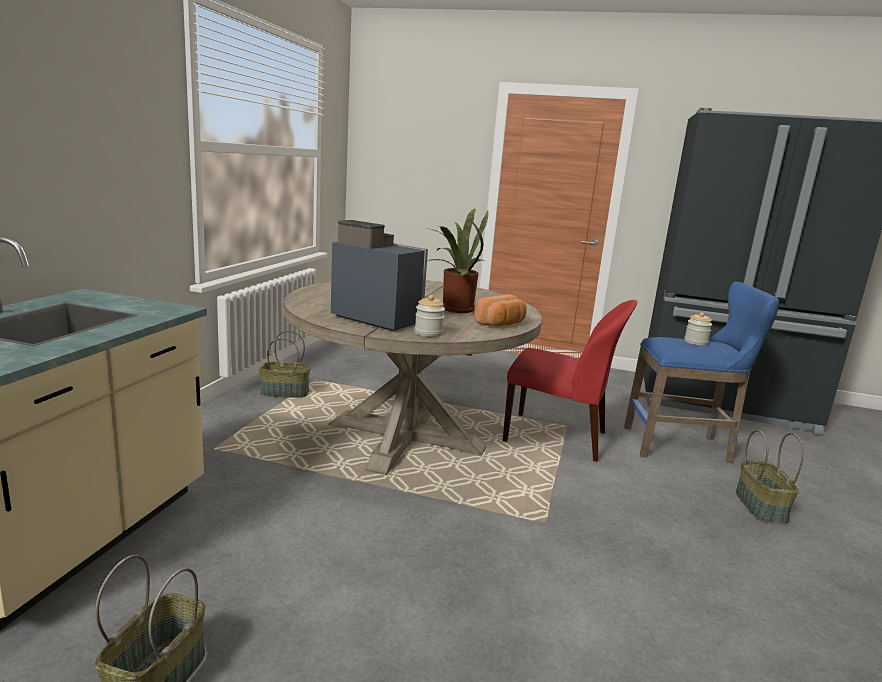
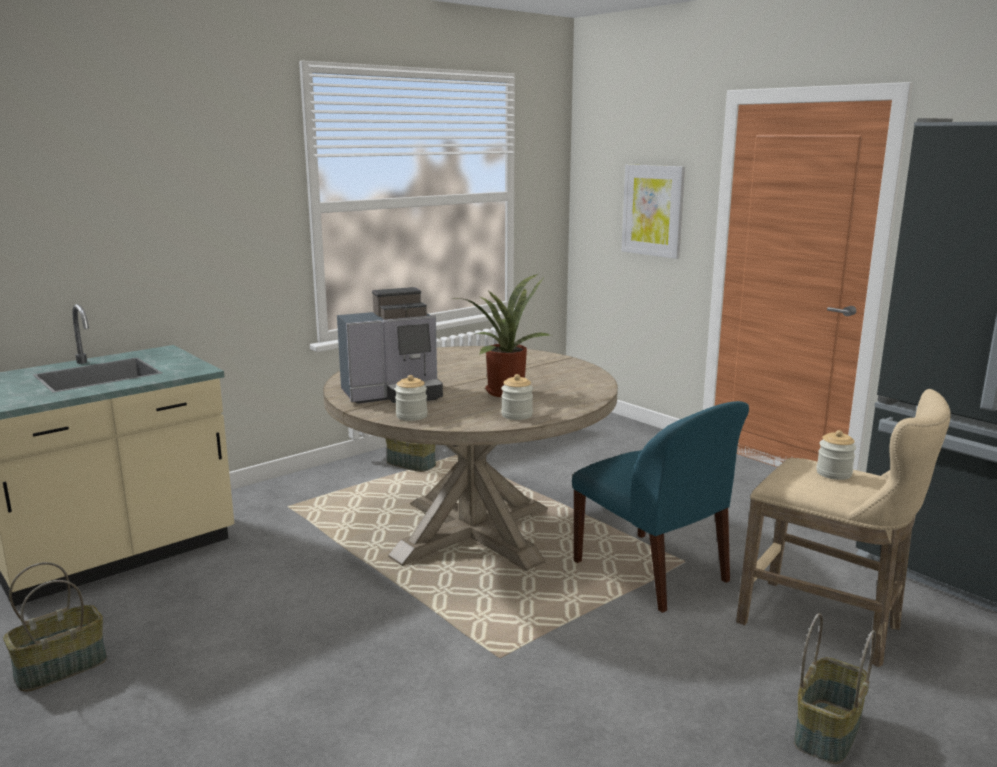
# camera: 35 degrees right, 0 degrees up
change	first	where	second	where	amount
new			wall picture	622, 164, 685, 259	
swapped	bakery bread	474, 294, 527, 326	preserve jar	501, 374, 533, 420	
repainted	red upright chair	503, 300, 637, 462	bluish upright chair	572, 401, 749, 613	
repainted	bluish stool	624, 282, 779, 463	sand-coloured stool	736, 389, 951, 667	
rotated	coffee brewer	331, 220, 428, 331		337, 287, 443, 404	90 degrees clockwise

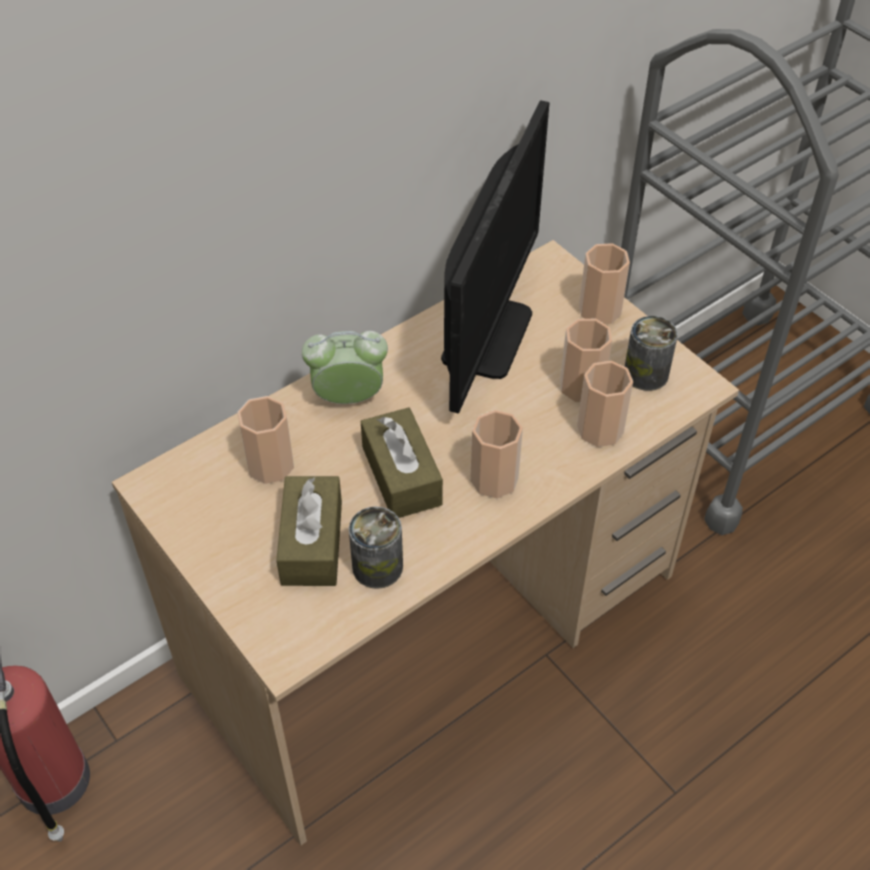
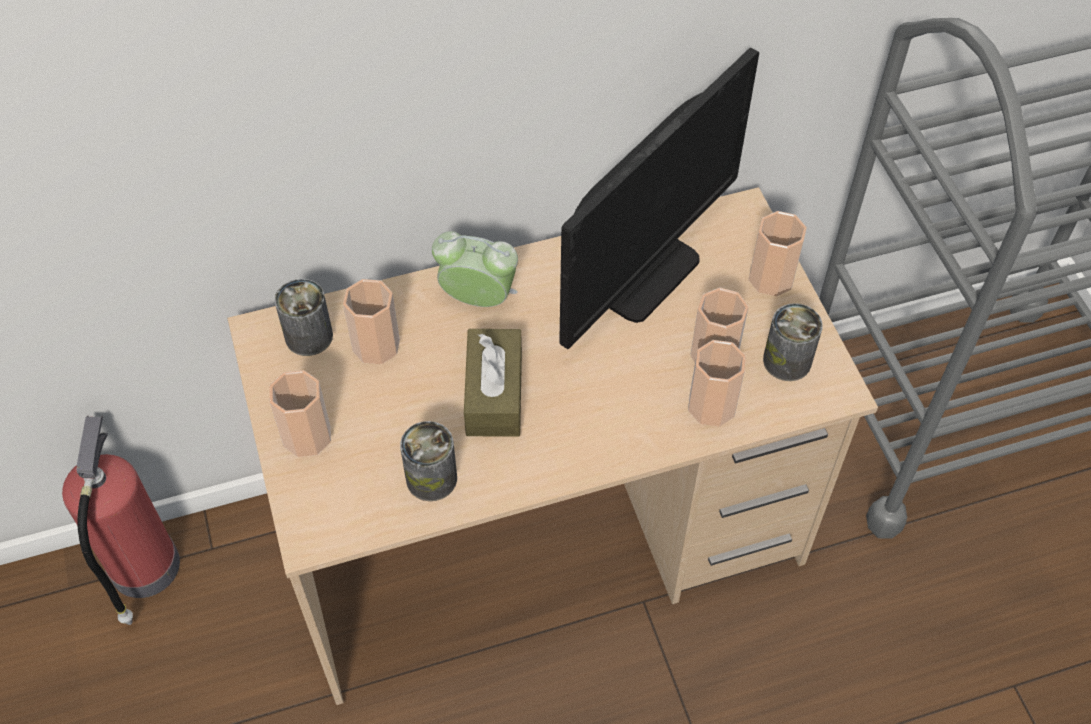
# camera: 20 degrees right, 5 degrees up
change	first	where	second	where	amount
gone	brown-coloured tissue holder	276, 476, 342, 586			
new			sealed can	275, 279, 333, 356	
shifted	drinking cup	470, 410, 523, 498		269, 370, 331, 457	

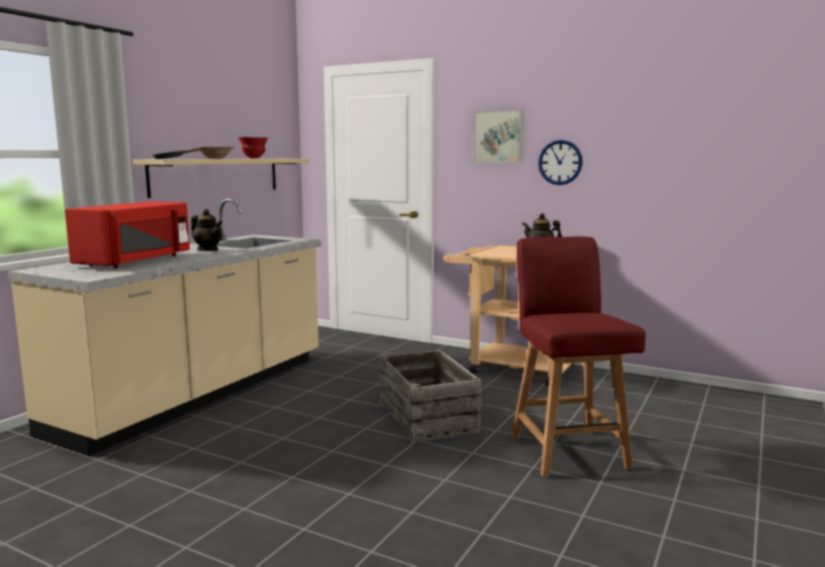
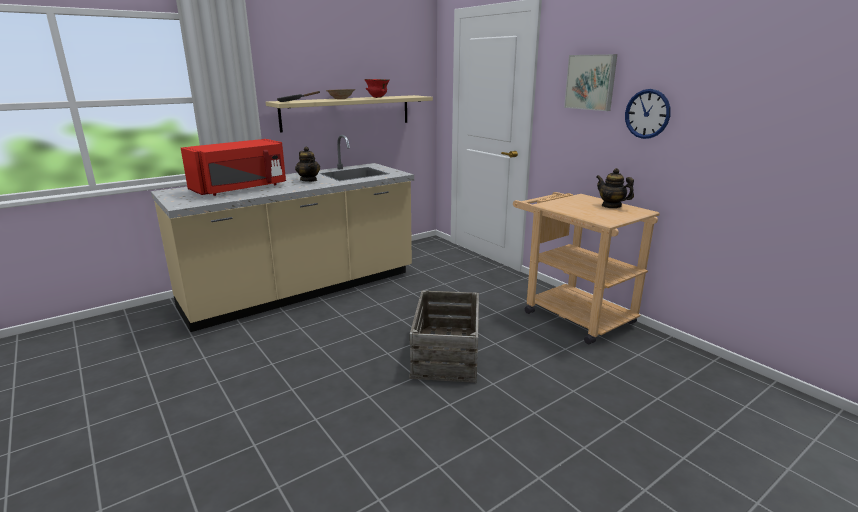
# camera: 25 degrees right, 10 degrees up
change	first	where	second	where	amount
gone	red upright chair	511, 236, 646, 477			

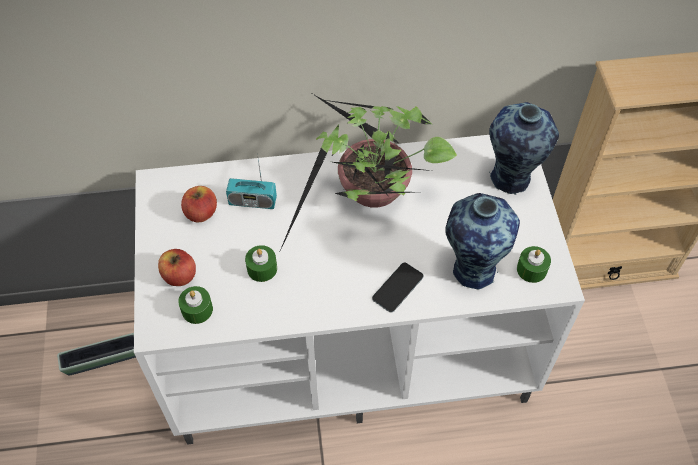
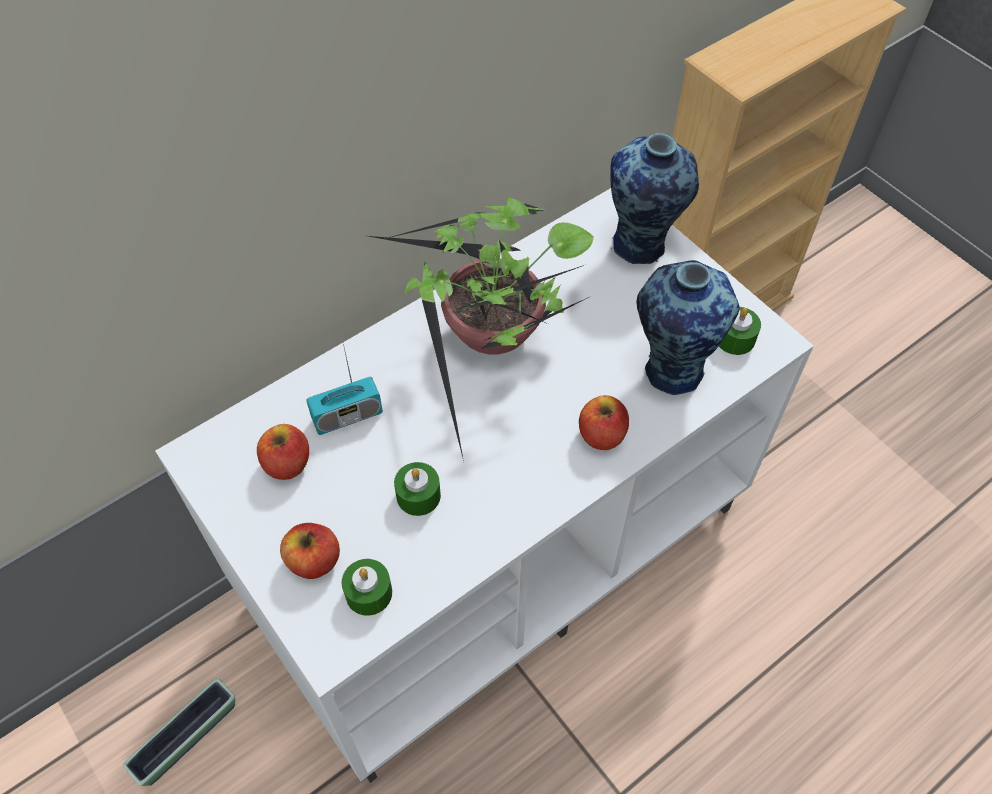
# camera: 30 degrees left, 0 degrees up
change	first	where	second	where	amount
swapped	handset	372, 263, 423, 313	whole apple	579, 395, 629, 450	

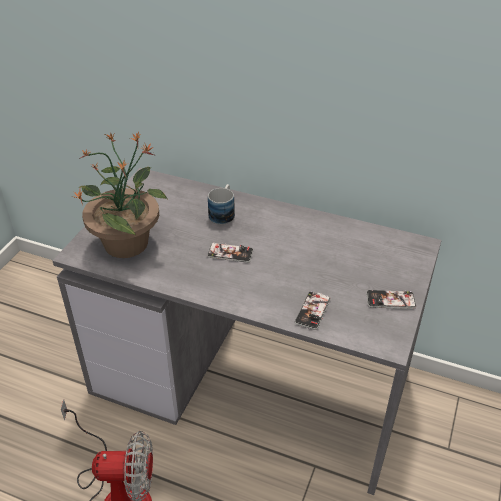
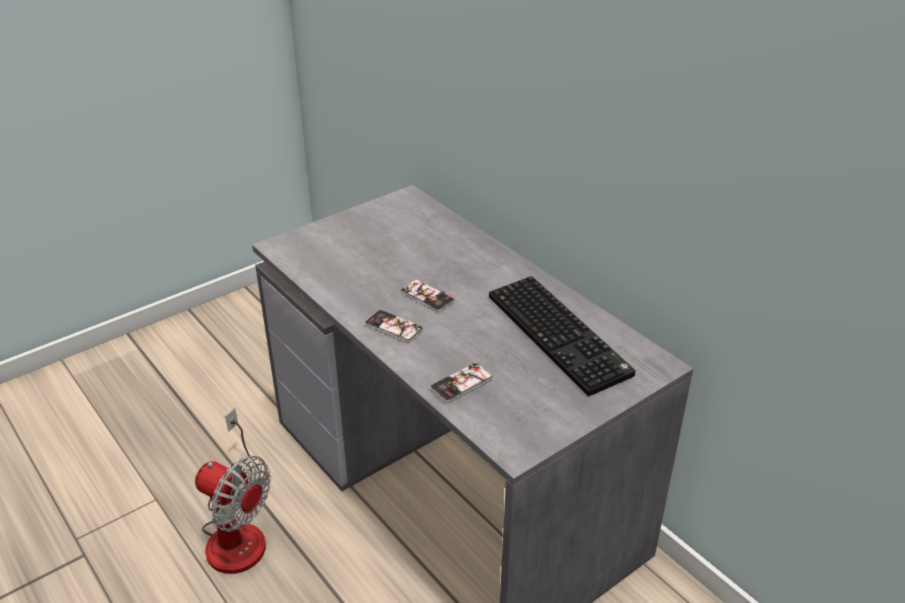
# camera: 30 degrees right, 5 degrees down
change	first	where	second	where	amount
gone	houseplant	72, 132, 167, 258			
gone	tea mug	208, 184, 235, 225			
new			keyboard	489, 276, 636, 396	
shifted	handset	366, 290, 416, 309		365, 310, 424, 343	

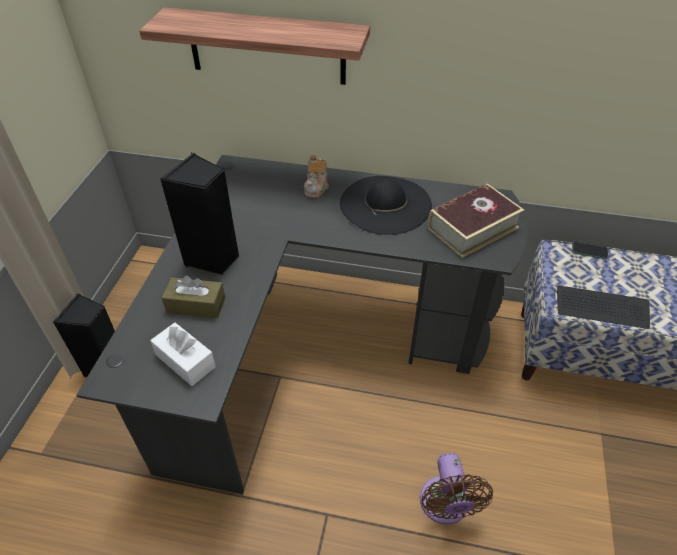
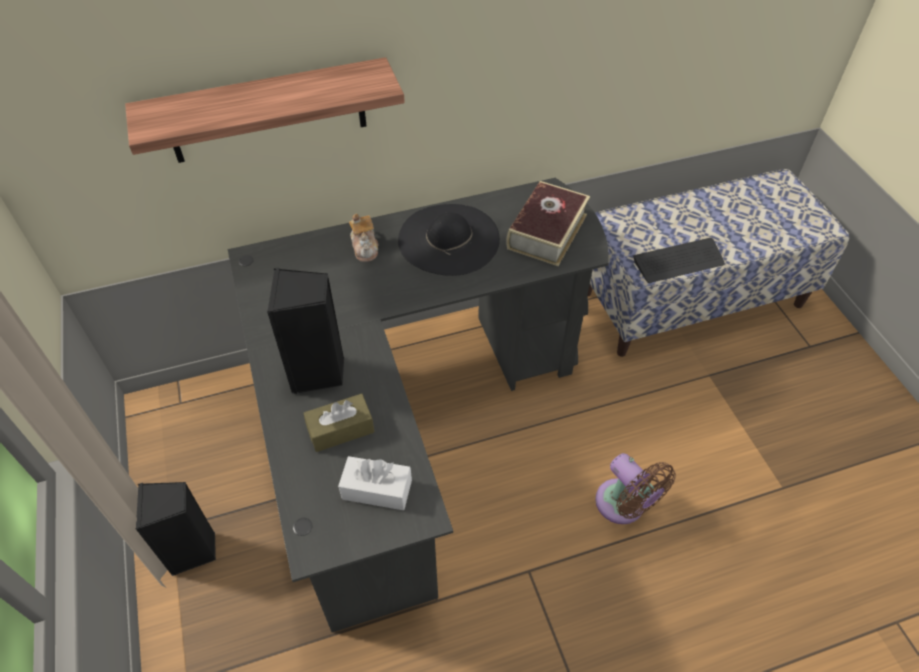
# camera: 30 degrees left, 5 degrees up
change	first	where	second	where	amount
gone	handset	572, 242, 608, 259			

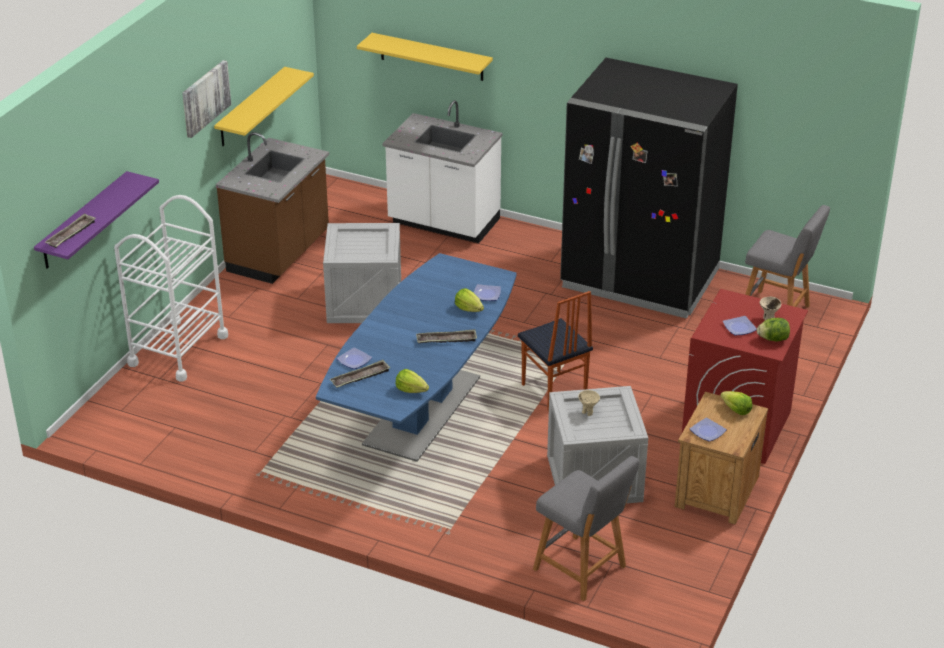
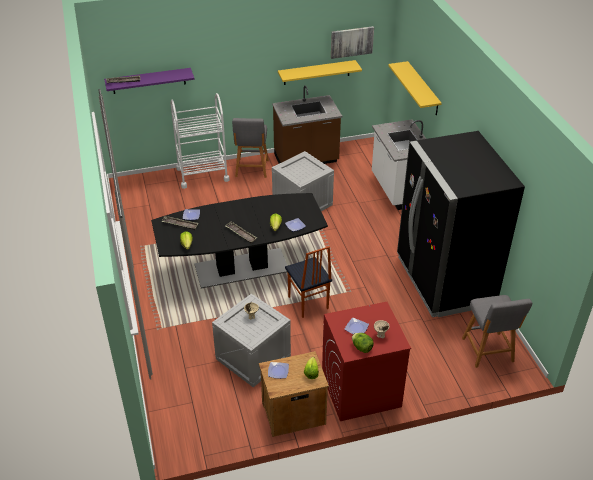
# camera: 50 degrees right, 5 degrees up
change	first	where	second	where	amount
shifted	wall picture	182, 60, 231, 138		331, 26, 374, 59	
shifted	grey stool	533, 456, 640, 601		232, 118, 269, 178	
repainted	bluish dining table	316, 253, 517, 462	black dining table	151, 193, 328, 288	
rotated	upright chair	518, 291, 593, 411		285, 246, 332, 318	45 degrees counterclockwise

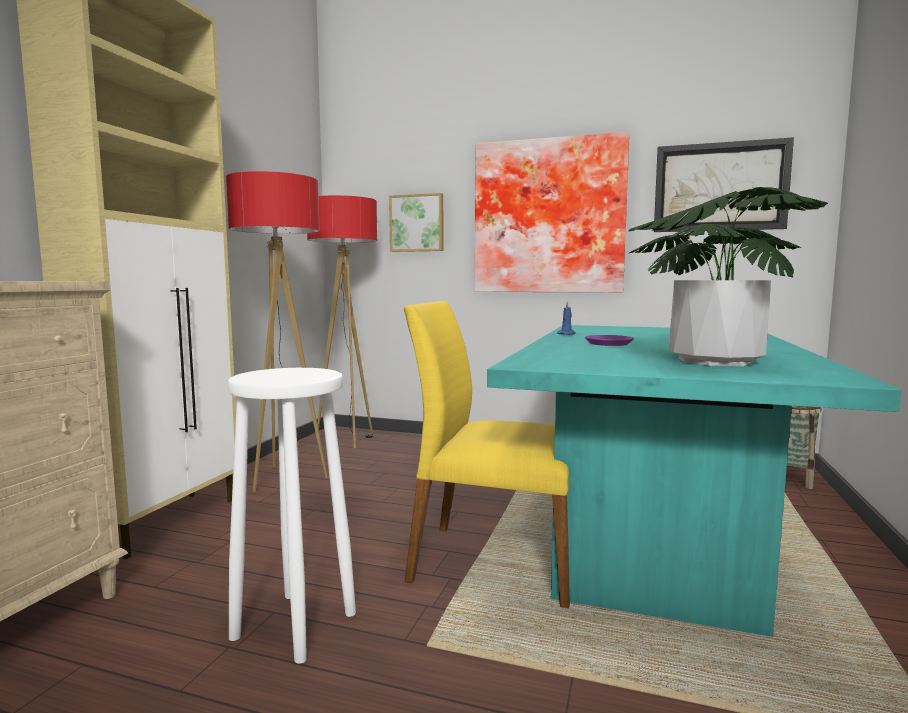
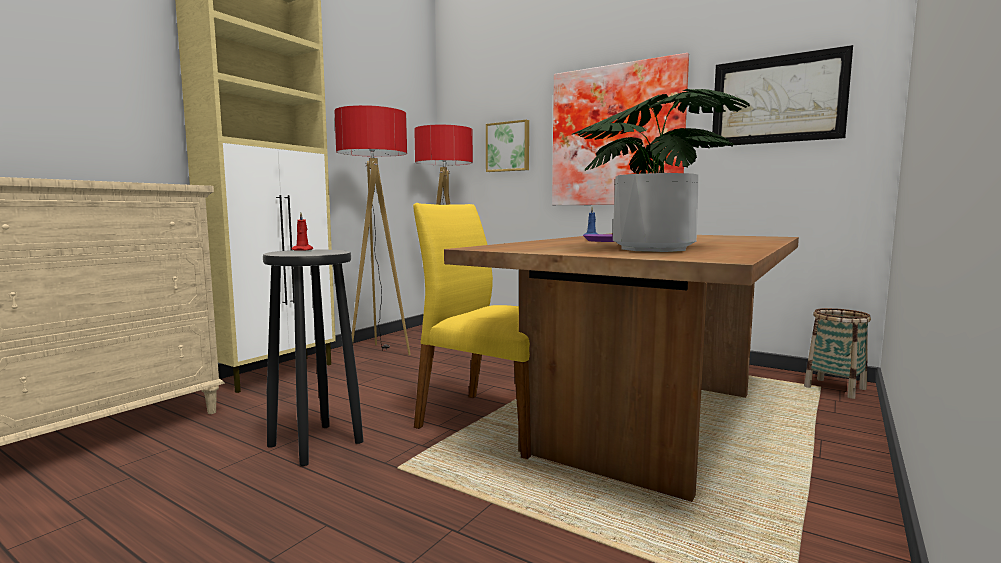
# camera: 15 degrees right, 0 degrees up
change	first	where	second	where	amount
new			red wax light	292, 213, 313, 251	
repainted	white stool	228, 368, 356, 664	black stool	263, 250, 364, 466	
repainted	turquoise-coloured dining table	487, 325, 901, 637	brown-coloured dining table	444, 233, 799, 502	

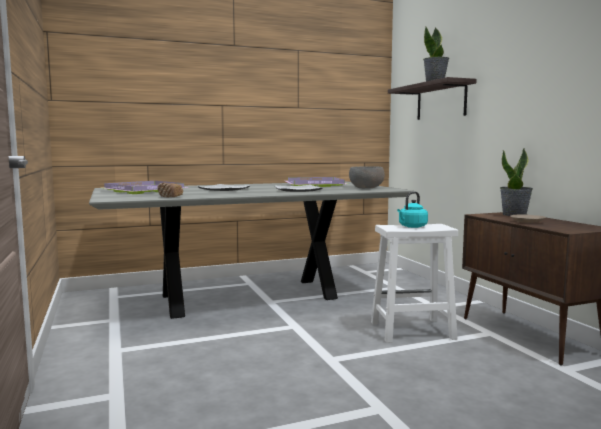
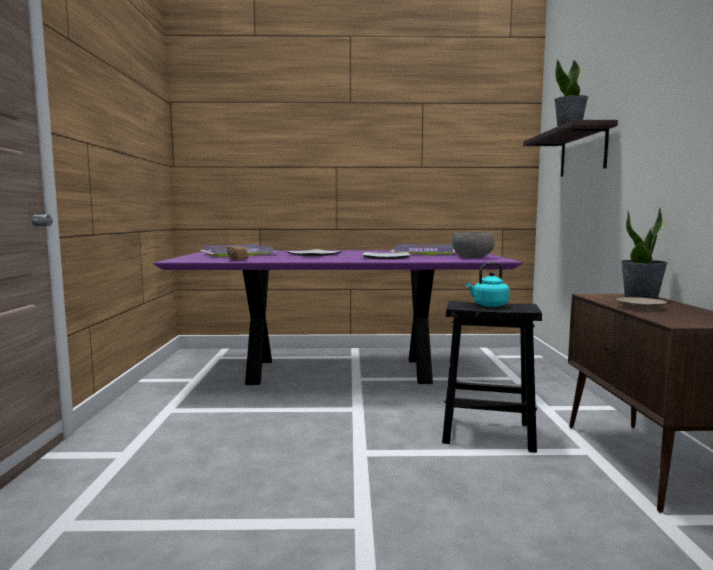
# camera: 20 degrees right, 0 degrees up
change	first	where	second	where	amount
repainted	grey dining table	89, 181, 414, 319	purplish dining table	153, 250, 523, 385	
repainted	white stool	371, 224, 458, 343	black stool	442, 301, 542, 453	

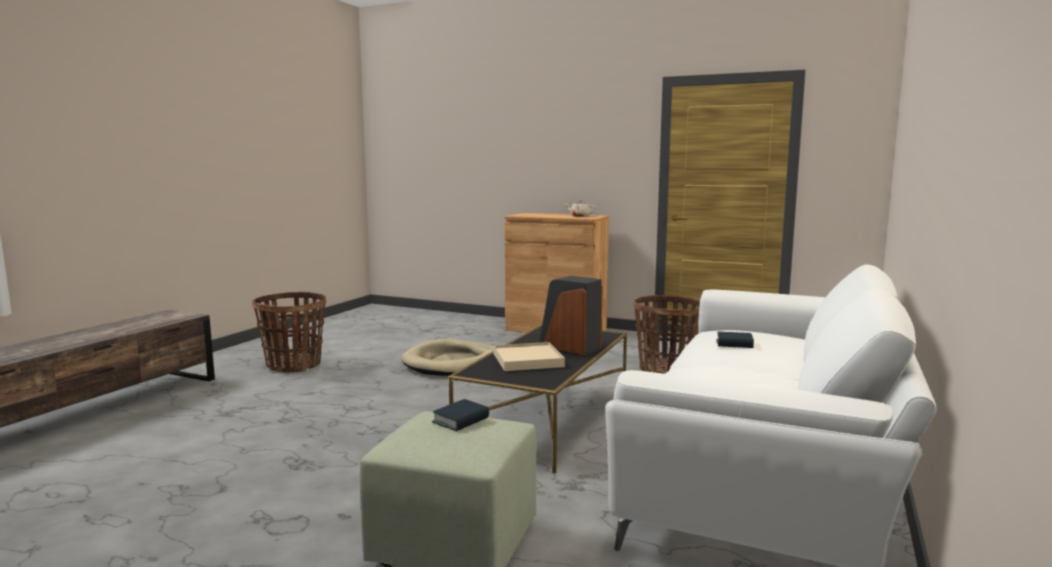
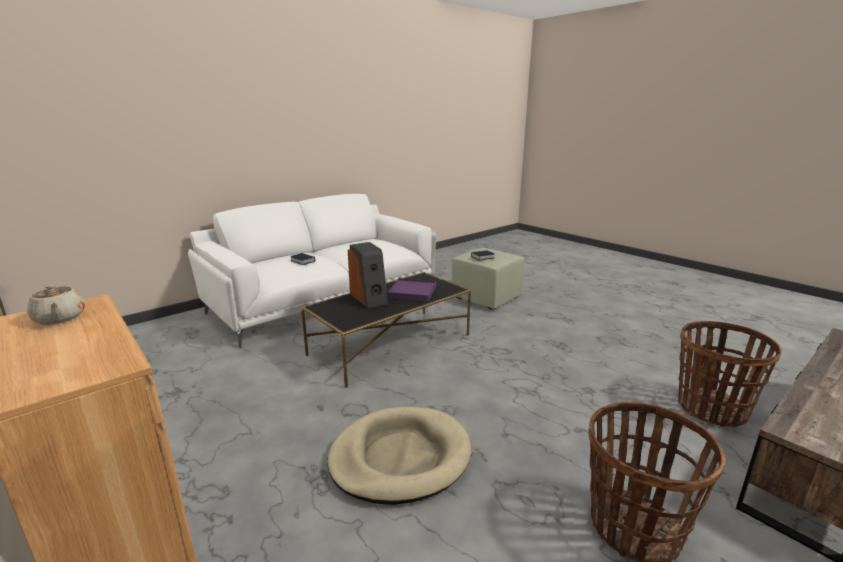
# camera: 155 degrees left, 10 degrees up
change	first	where	second	where	amount
shifted	storage basket	634, 295, 700, 374		678, 321, 782, 427	
repainted	sand-coloured serving tray	494, 342, 565, 371	purplish serving tray	388, 278, 436, 302	

